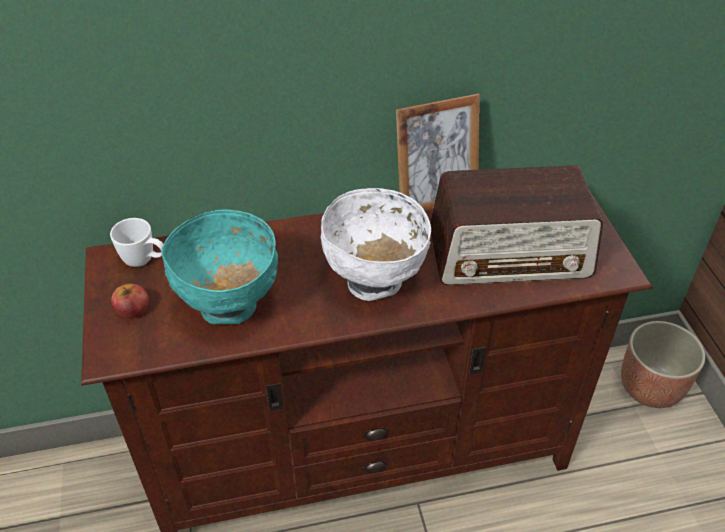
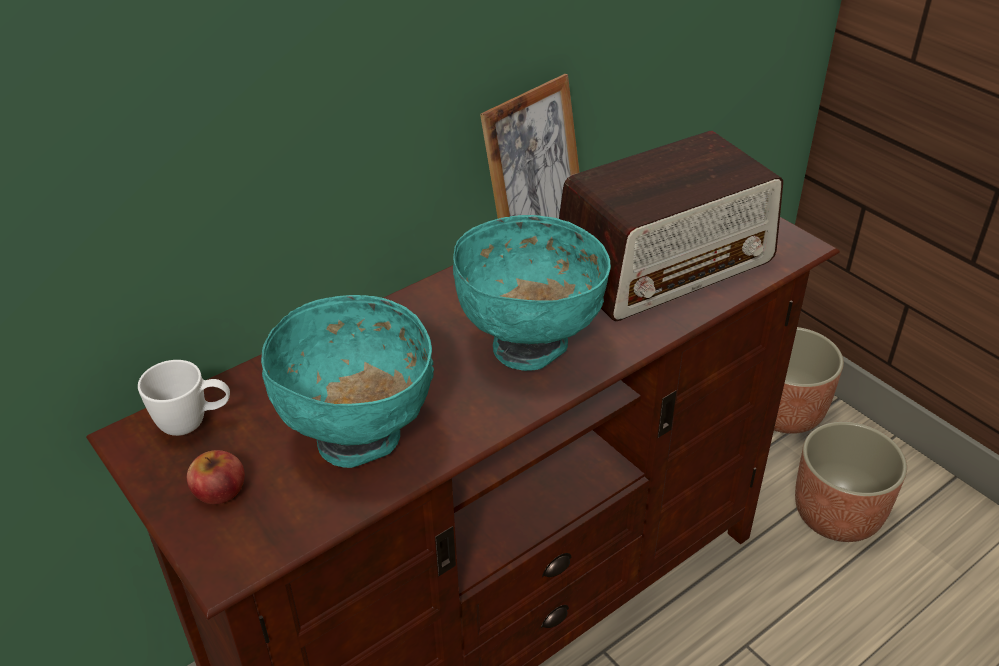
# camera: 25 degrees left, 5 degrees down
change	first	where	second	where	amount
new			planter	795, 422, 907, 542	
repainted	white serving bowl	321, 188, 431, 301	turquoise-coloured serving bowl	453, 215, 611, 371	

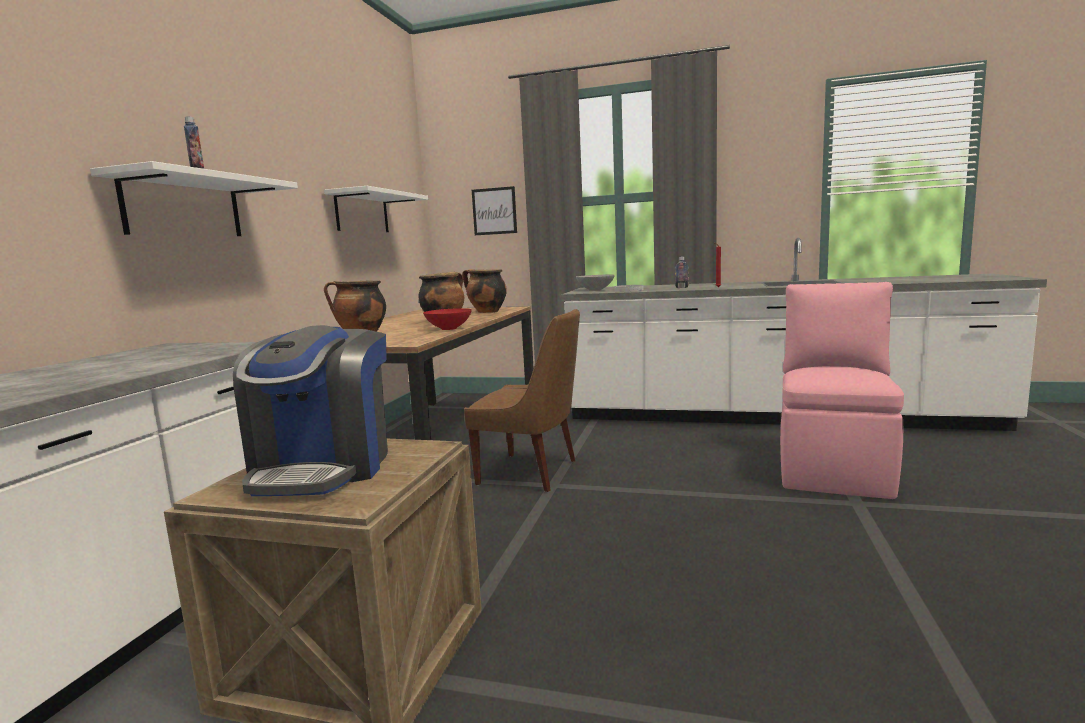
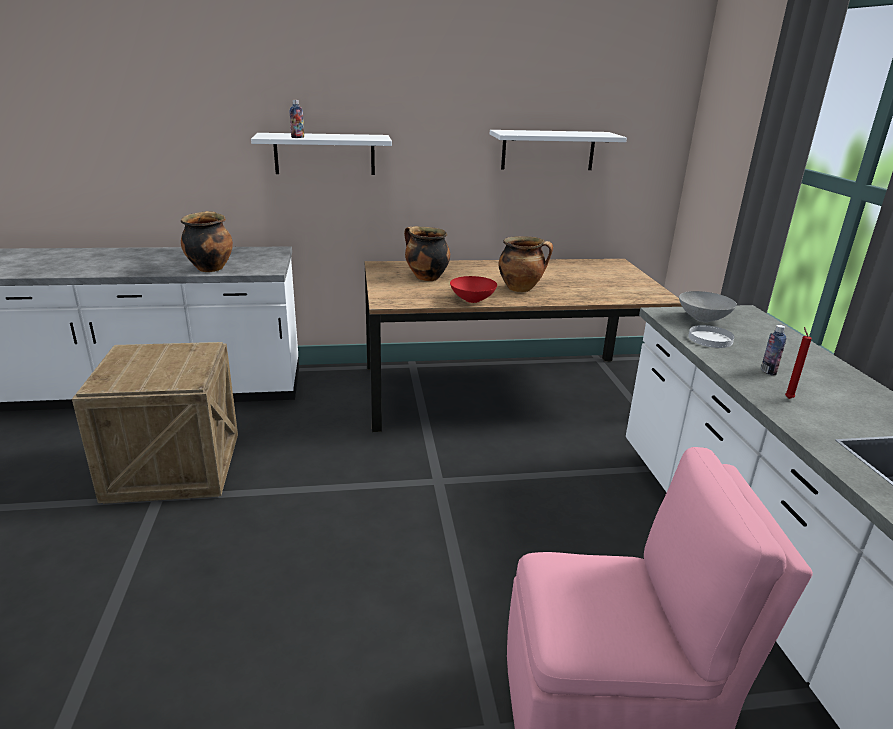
# camera: 65 degrees right, 15 degrees up
change	first	where	second	where	amount
gone	coffee brewer	233, 325, 388, 496			
gone	brown-coloured upright chair	464, 309, 580, 492			
gone	wall picture	472, 186, 517, 235			
shifted	stockpot	462, 269, 507, 313		181, 211, 233, 272	

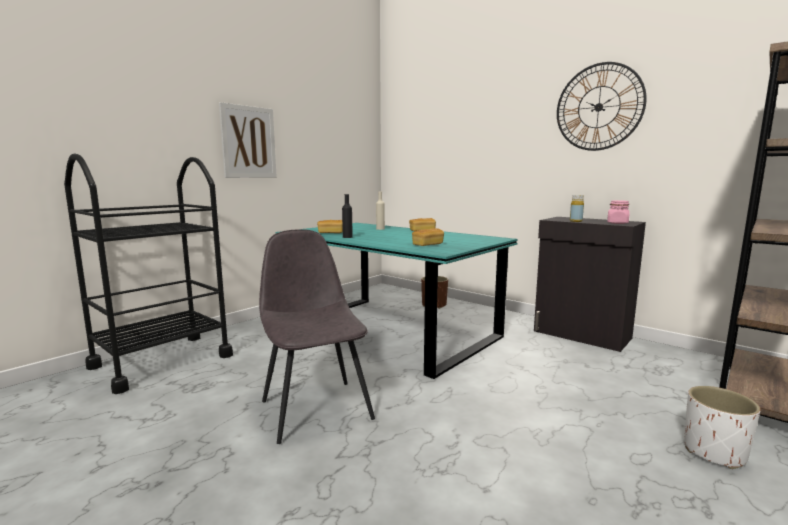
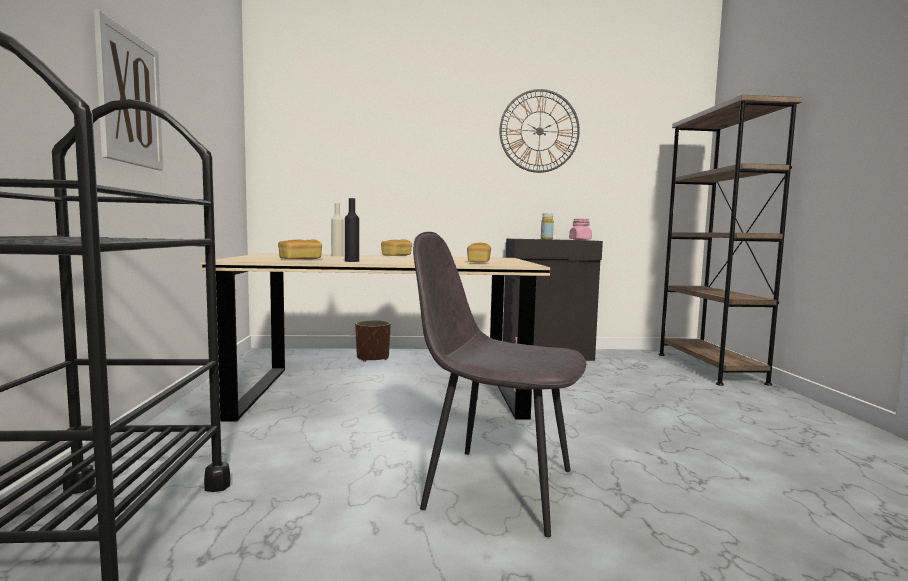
# camera: 45 degrees left, 5 degrees down
change	first	where	second	where	amount
gone	white planter	684, 386, 761, 469			
repainted	turquoise-coloured dining table	275, 223, 518, 379	sand-coloured dining table	200, 253, 550, 421	

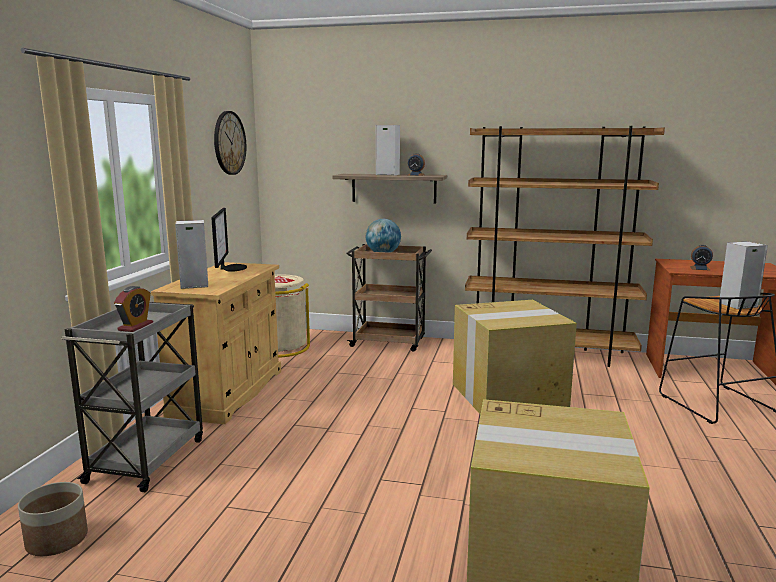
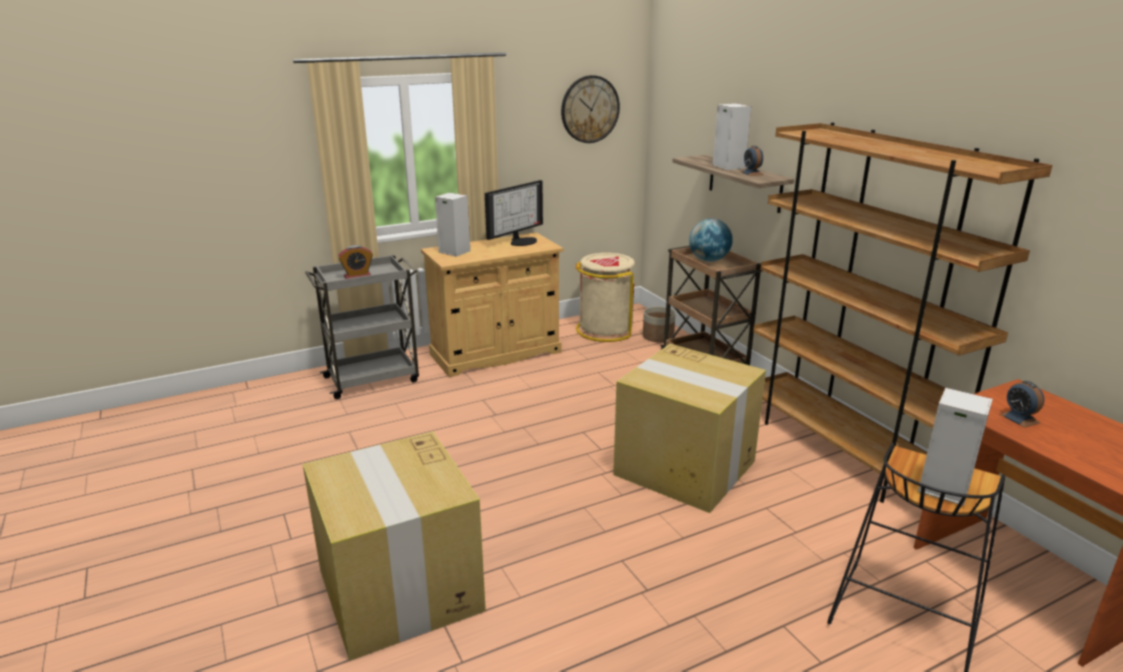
# camera: 50 degrees right, 10 degrees up
change	first	where	second	where	amount
shifted	planter	18, 482, 88, 556		643, 306, 676, 342	

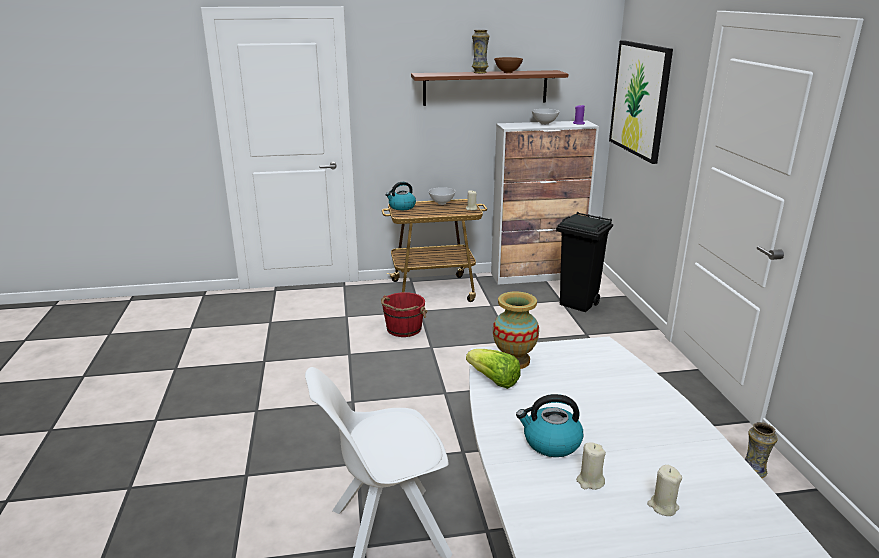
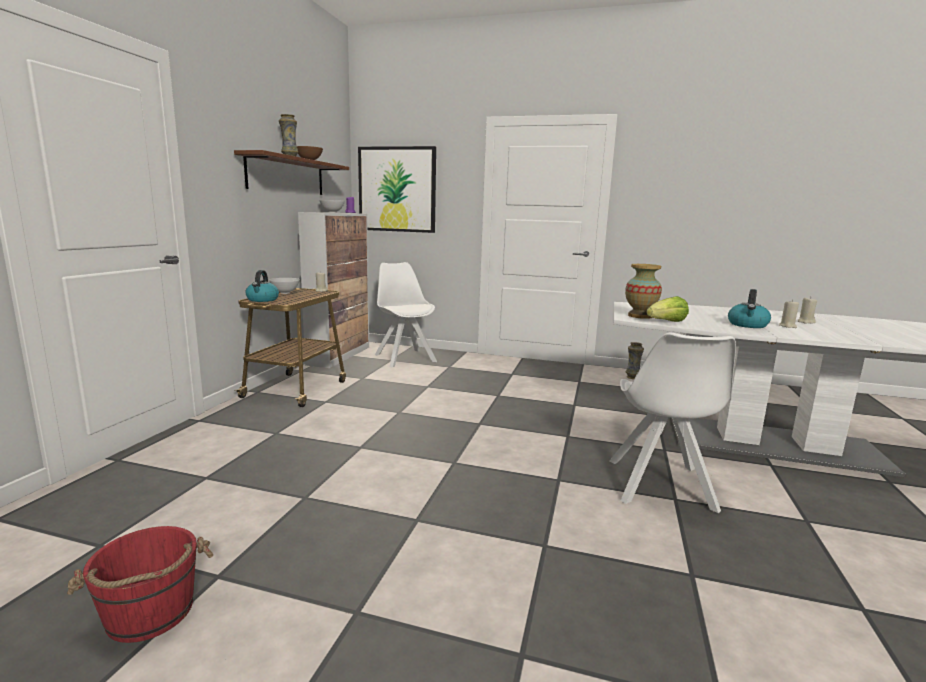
# camera: 65 degrees left, 10 degrees down
change	first	where	second	where	amount
shifted	red water bucket	381, 292, 427, 337		67, 526, 213, 643	
swapped	black rubbish bin	556, 212, 613, 312	white upright chair	375, 262, 437, 367	

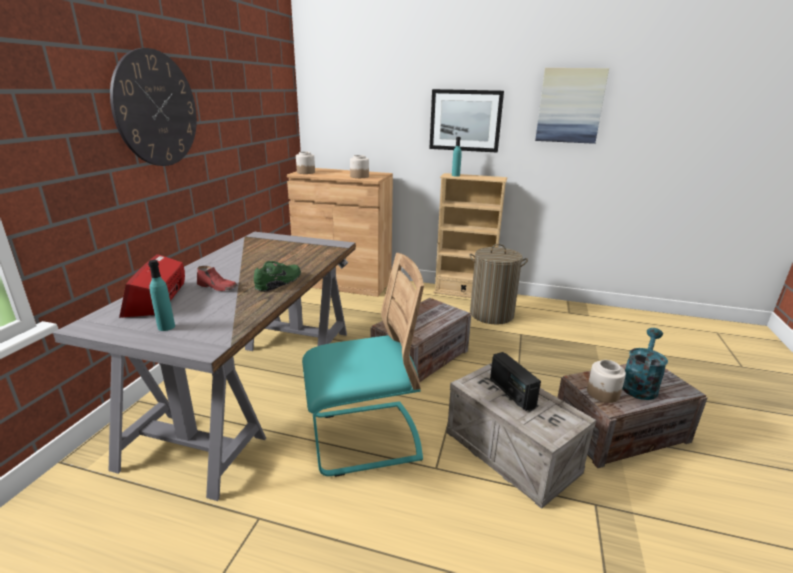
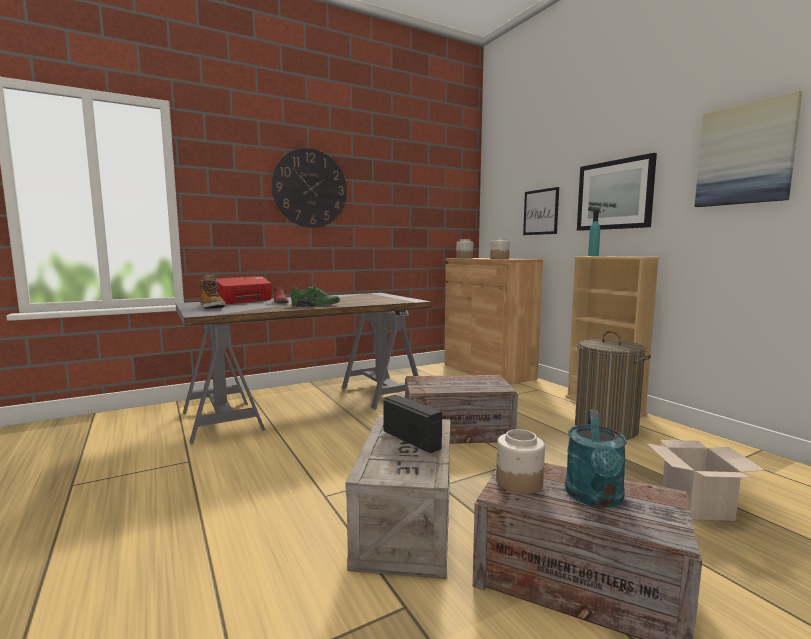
# camera: 45 degrees right, 15 degrees down
change	first	where	second	where	amount
gone	turquoise-coloured upright chair	302, 253, 424, 477			
new			wall picture	523, 187, 559, 235	
new			cardboard box	646, 440, 765, 521	
swapped	turquoise-coloured bottle	148, 260, 175, 331	high-top boot	199, 275, 226, 309	
rotated	radio	490, 352, 541, 411		383, 394, 442, 453	120 degrees clockwise
rotated	turquoise-coloured watering can	622, 328, 668, 400		565, 409, 627, 508	120 degrees clockwise

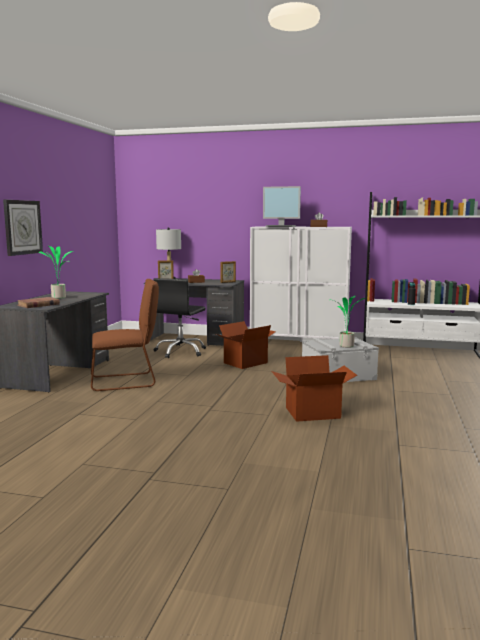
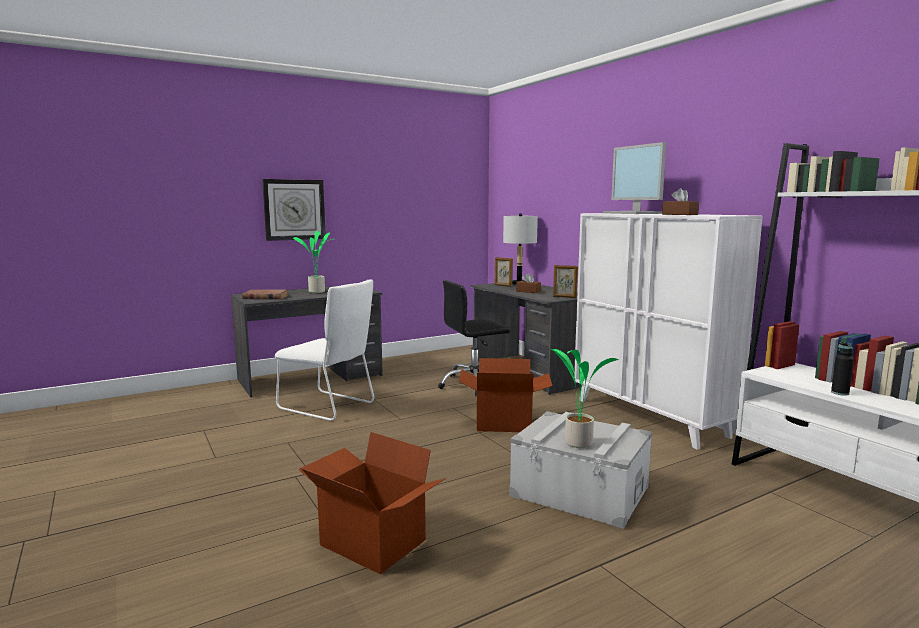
# camera: 45 degrees right, 0 degrees up
change	first	where	second	where	amount
repainted	brown-coloured upright chair	91, 279, 159, 391	white upright chair	275, 279, 374, 421	

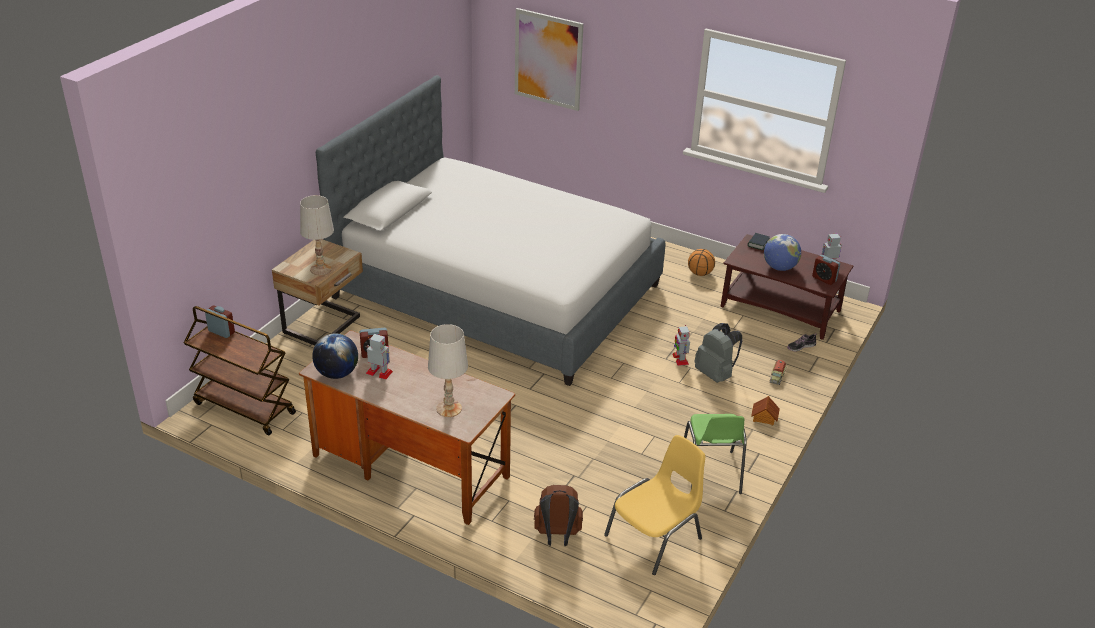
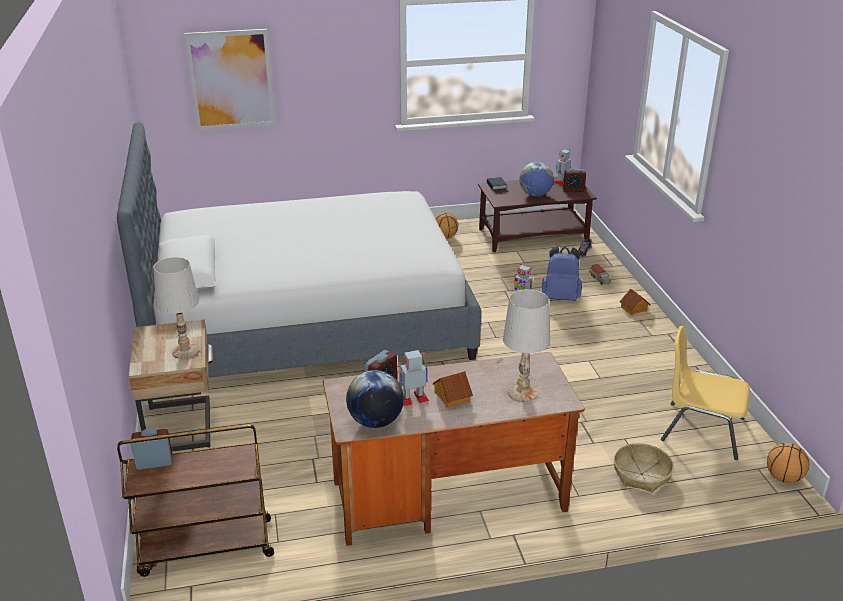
# camera: 40 degrees left, 5 degrees down
change	first	where	second	where	amount
gone	green-coloured upright chair	684, 414, 747, 494			
new			toy house	433, 371, 473, 408	
new			ball for basketball	767, 443, 810, 483	
swapped	brown-coloured backpack	534, 485, 583, 546	storage basket	614, 443, 674, 492	
repainted	grey backpack	694, 323, 743, 383	bluish backpack	542, 246, 582, 301	
rotated	yellowish upright chair	604, 435, 705, 575		661, 326, 750, 460	75 degrees counterclockwise

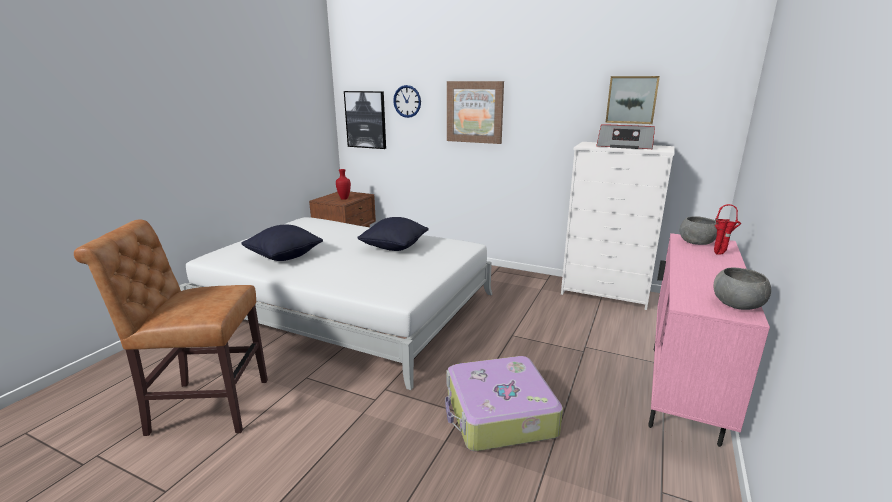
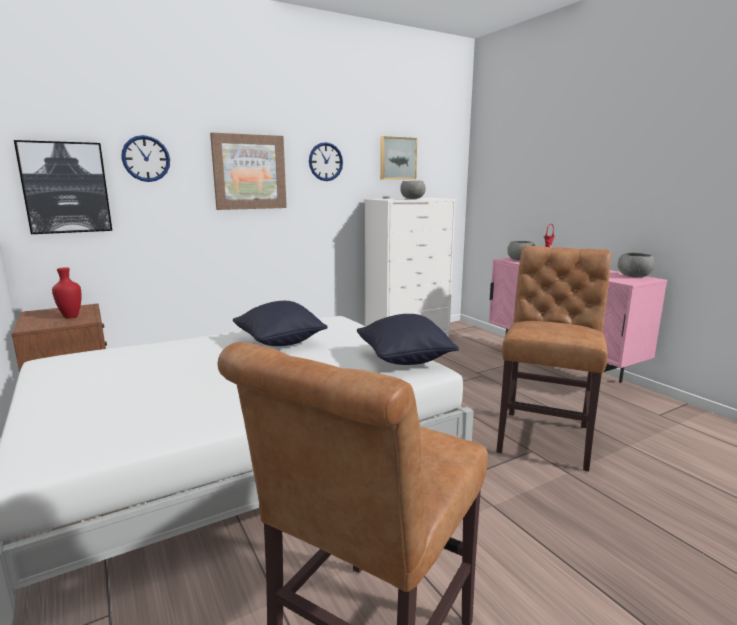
# camera: 55 degrees left, 5 degrees down
change	first	where	second	where	amount
new			wall clock	309, 142, 343, 181	
shifted	black cushion	241, 225, 323, 261		357, 314, 459, 365	
swapped	piece of luggage	445, 356, 563, 451	brown-coloured upright chair	496, 246, 611, 471	
swapped	radio	596, 124, 655, 149	grey serving bowl	400, 181, 426, 199	

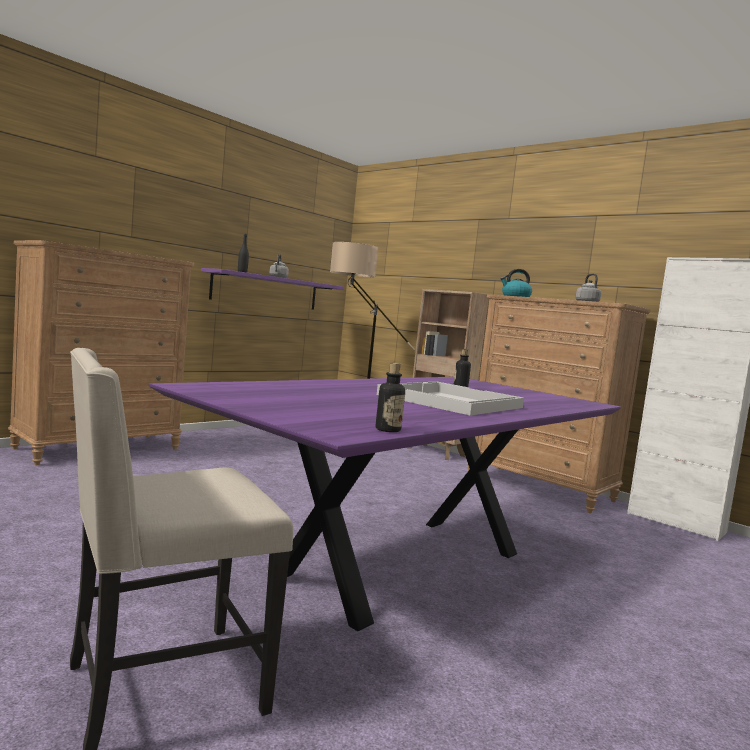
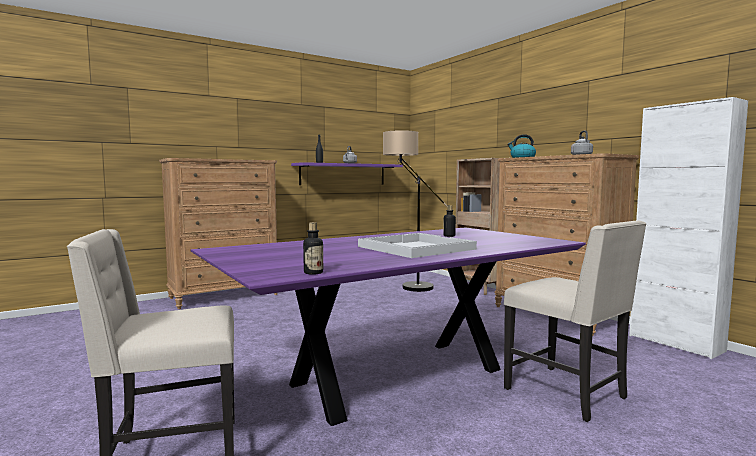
# camera: 15 degrees right, 0 degrees up
change	first	where	second	where	amount
new			sand-coloured upright chair	504, 221, 647, 422	

